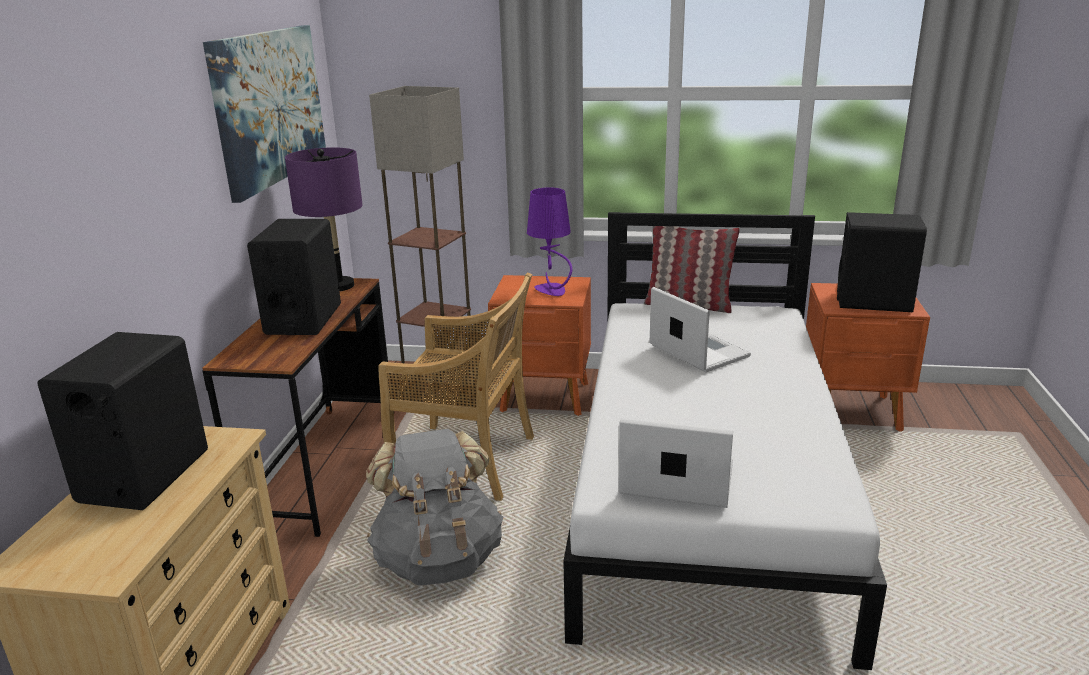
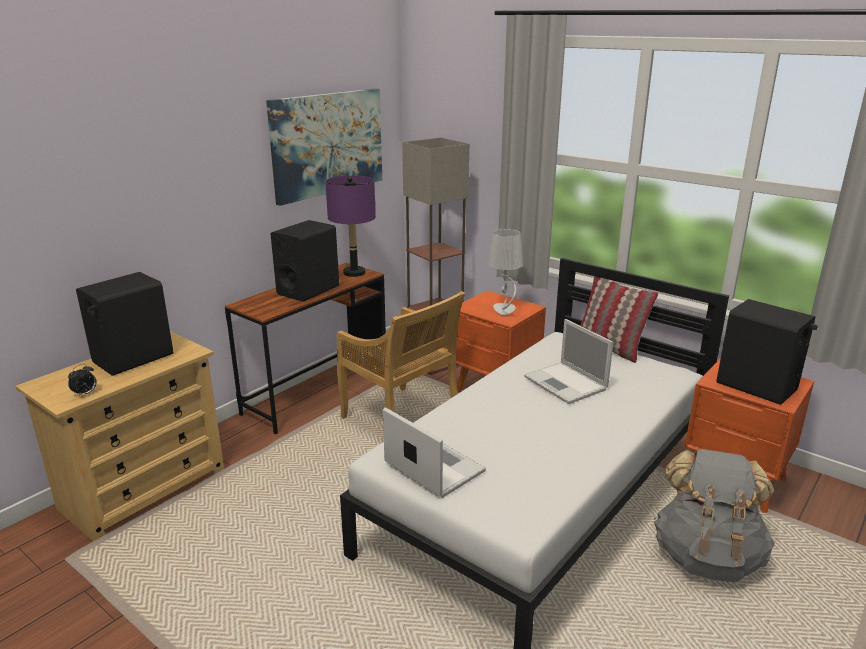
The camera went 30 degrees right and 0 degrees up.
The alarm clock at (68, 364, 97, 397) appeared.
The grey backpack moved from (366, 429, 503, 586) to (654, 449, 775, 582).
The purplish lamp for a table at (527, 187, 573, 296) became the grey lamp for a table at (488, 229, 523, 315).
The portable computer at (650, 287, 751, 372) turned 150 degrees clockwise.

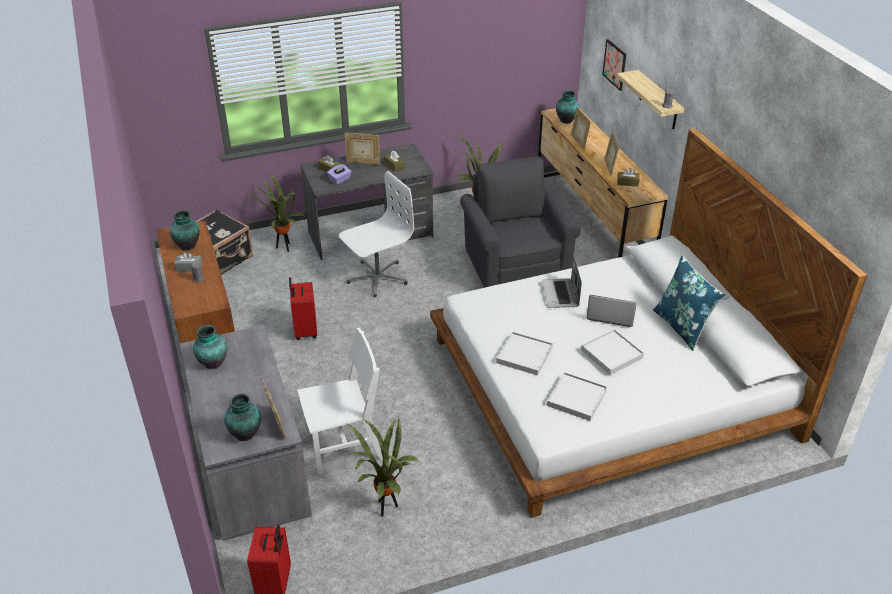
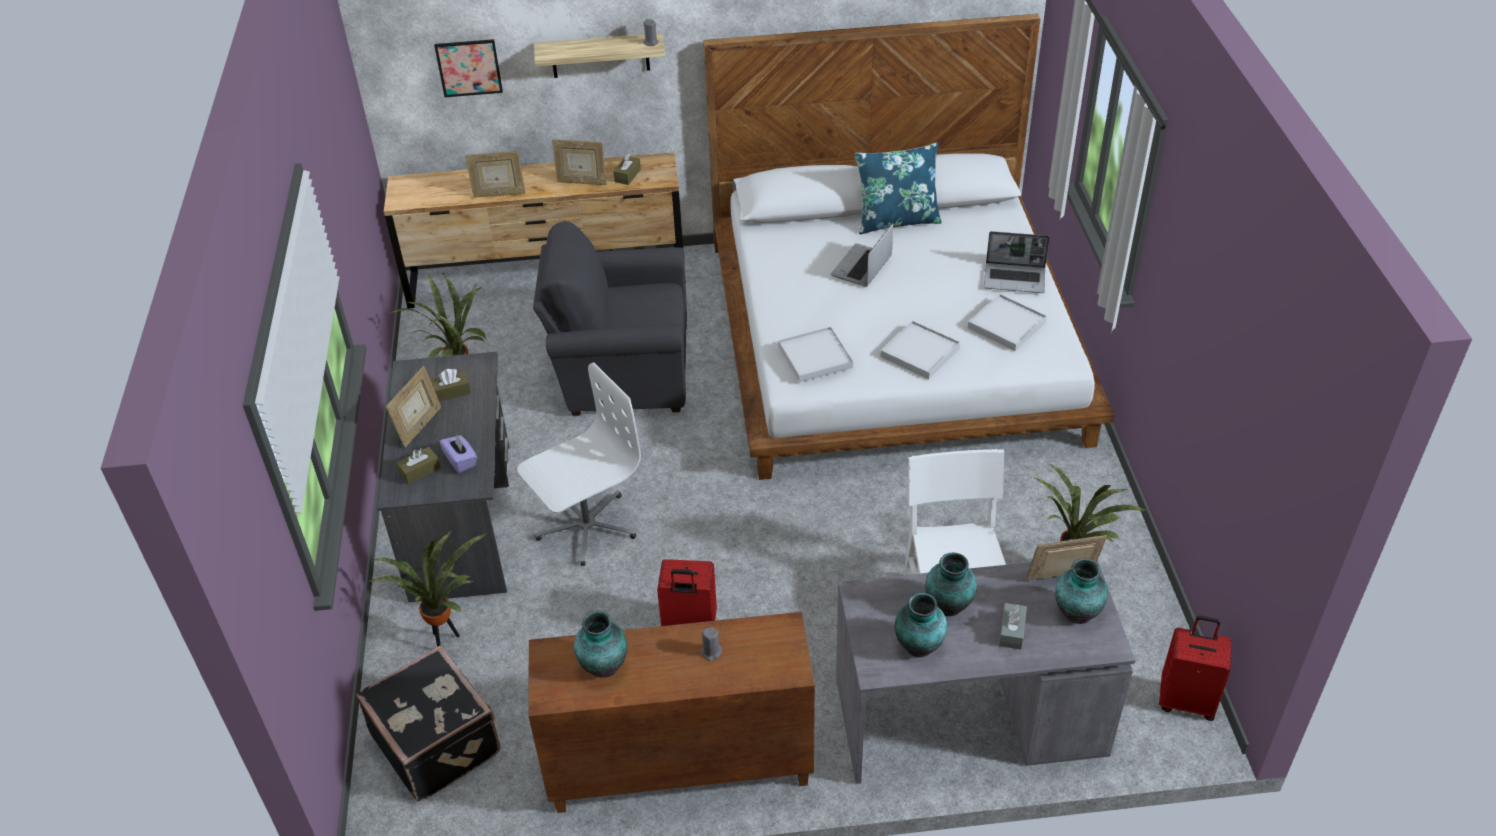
The camera went 75 degrees left and 5 degrees up.
The grey tissue holder moved from (174, 252, 202, 272) to (999, 603, 1027, 650).
The portable computer moved from (542, 256, 582, 308) to (984, 231, 1050, 293).
The vase moved from (556, 90, 579, 124) to (925, 552, 977, 616).
The whitish serving tray moved from (581, 329, 644, 375) to (778, 327, 853, 382).
The whitish computer chair at (339, 171, 414, 297) turned 75 degrees clockwise.

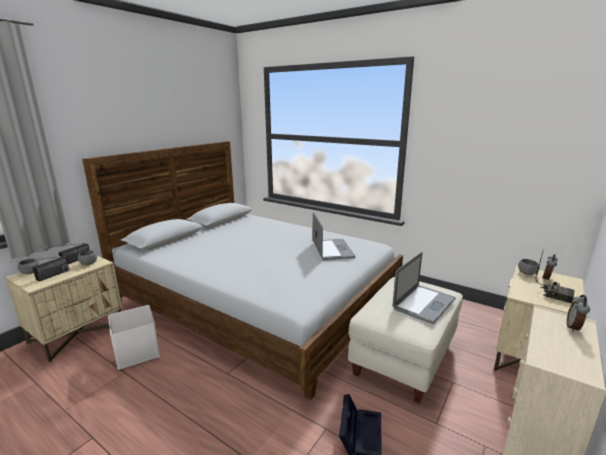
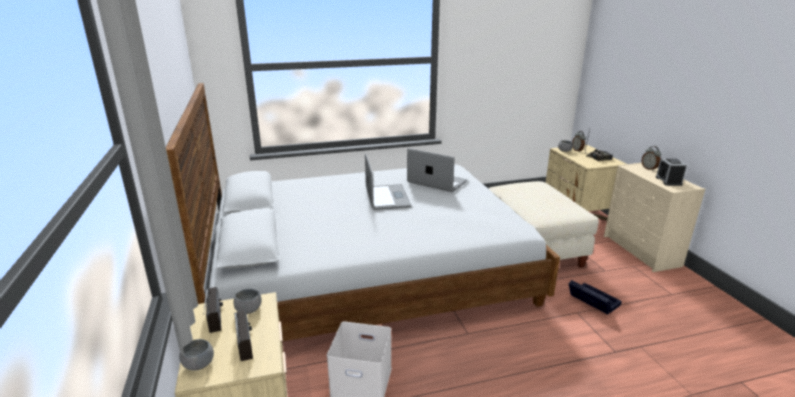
The camera went 50 degrees left and 5 degrees up.
The alarm clock at (656, 158, 687, 186) appeared.
The portable computer moved from (393, 252, 456, 324) to (365, 153, 411, 210).

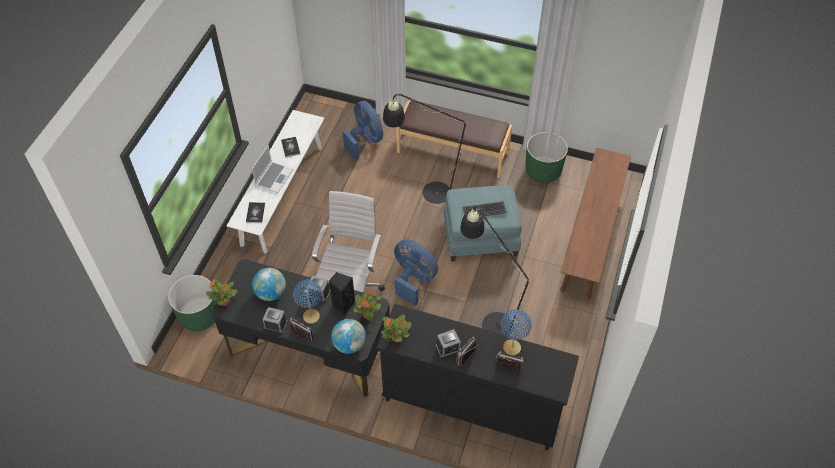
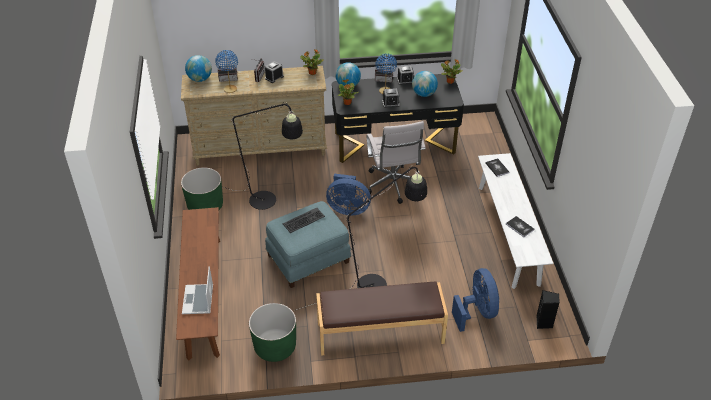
The camera went 155 degrees right and 10 degrees down.
The desk globe at (185, 55, 212, 82) appeared.
The greenish plant pot moved from (168, 275, 217, 331) to (181, 167, 223, 210).
The portable computer moved from (252, 145, 293, 193) to (182, 266, 213, 314).
The blackish audio speaker moved from (329, 272, 355, 316) to (537, 290, 560, 329).
The blackish chest of drawers at (377, 304, 579, 450) became the beige-coloured chest of drawers at (181, 66, 327, 165).
The blue fan at (342, 101, 383, 160) turned 135 degrees counterclockwise.

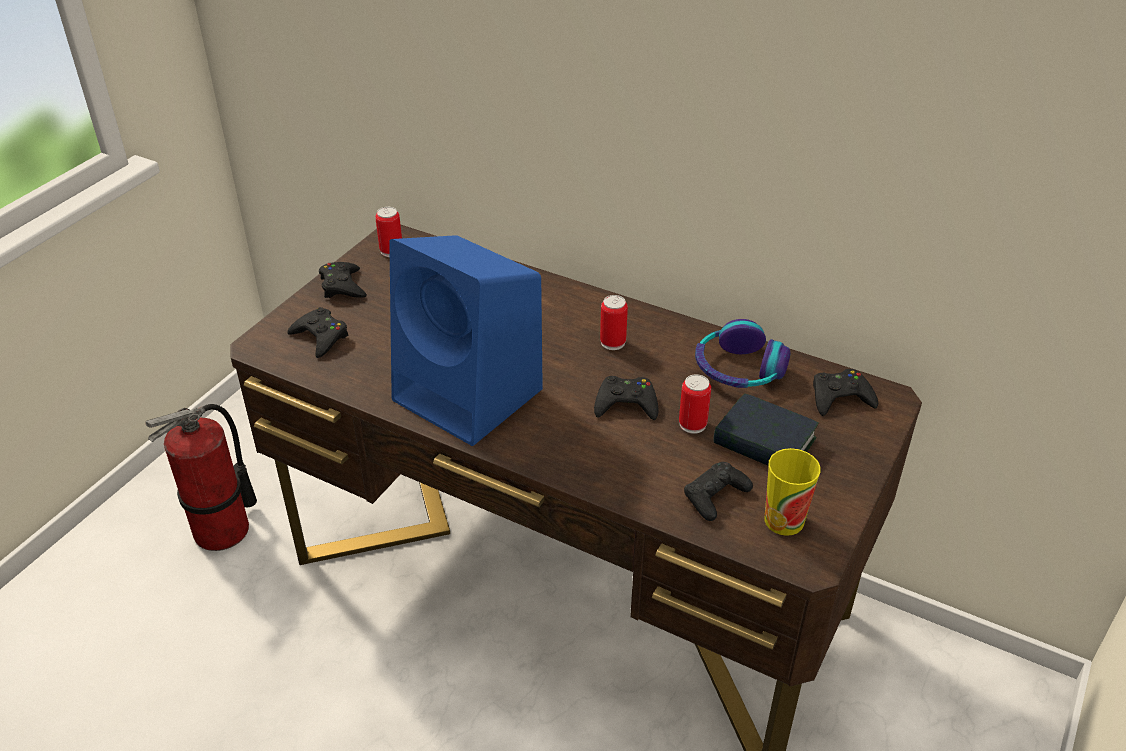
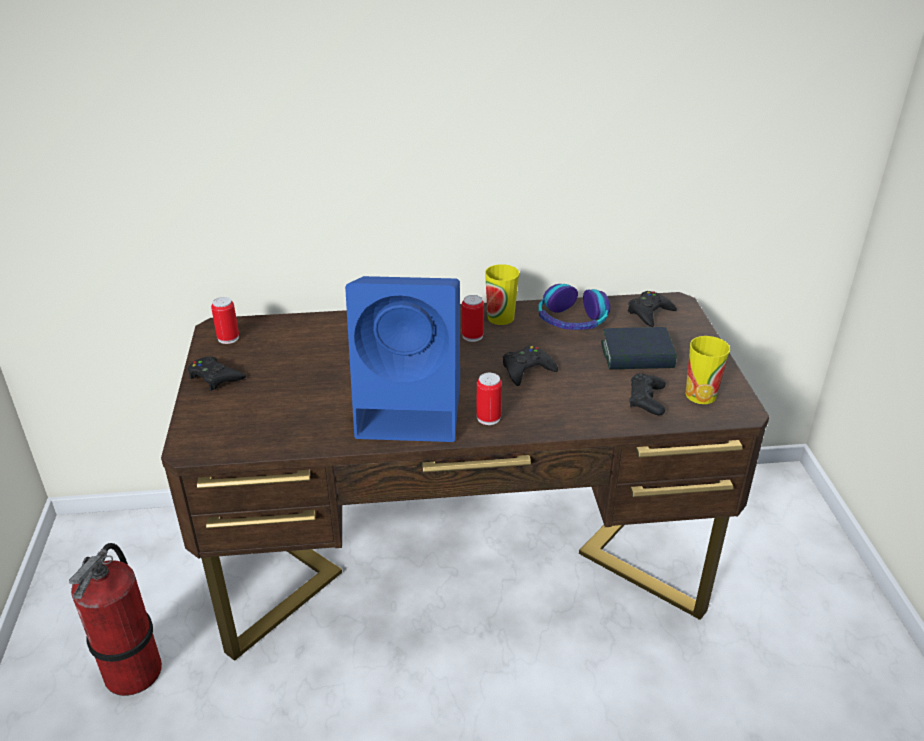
The camera went 35 degrees left and 5 degrees down.
The blackish game controller at (287, 307, 349, 358) disappeared.
The cup at (485, 264, 519, 325) appeared.
The sealed can moved from (679, 374, 711, 434) to (476, 373, 502, 425).

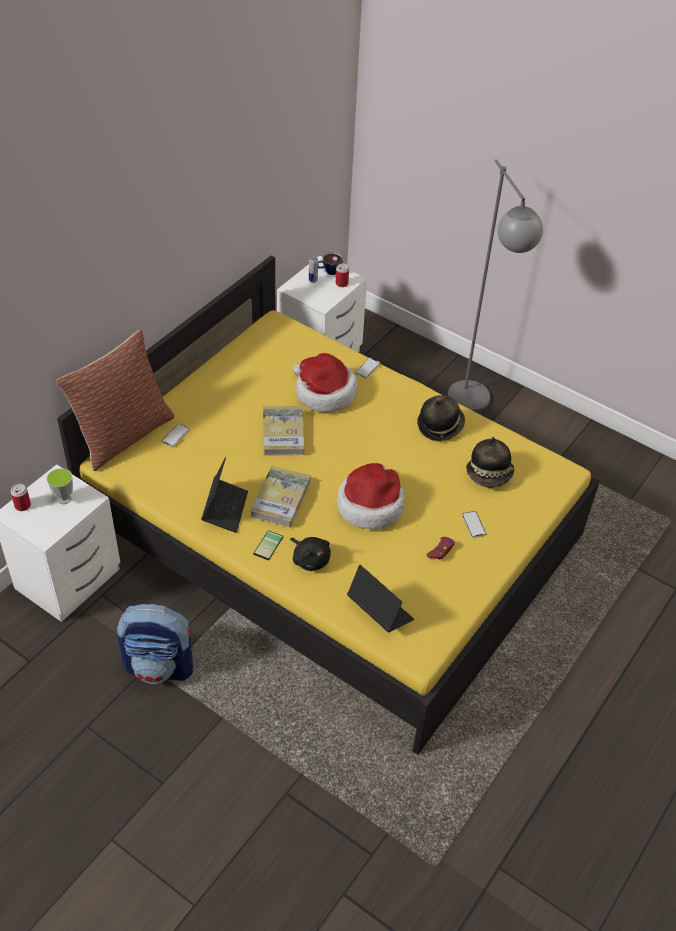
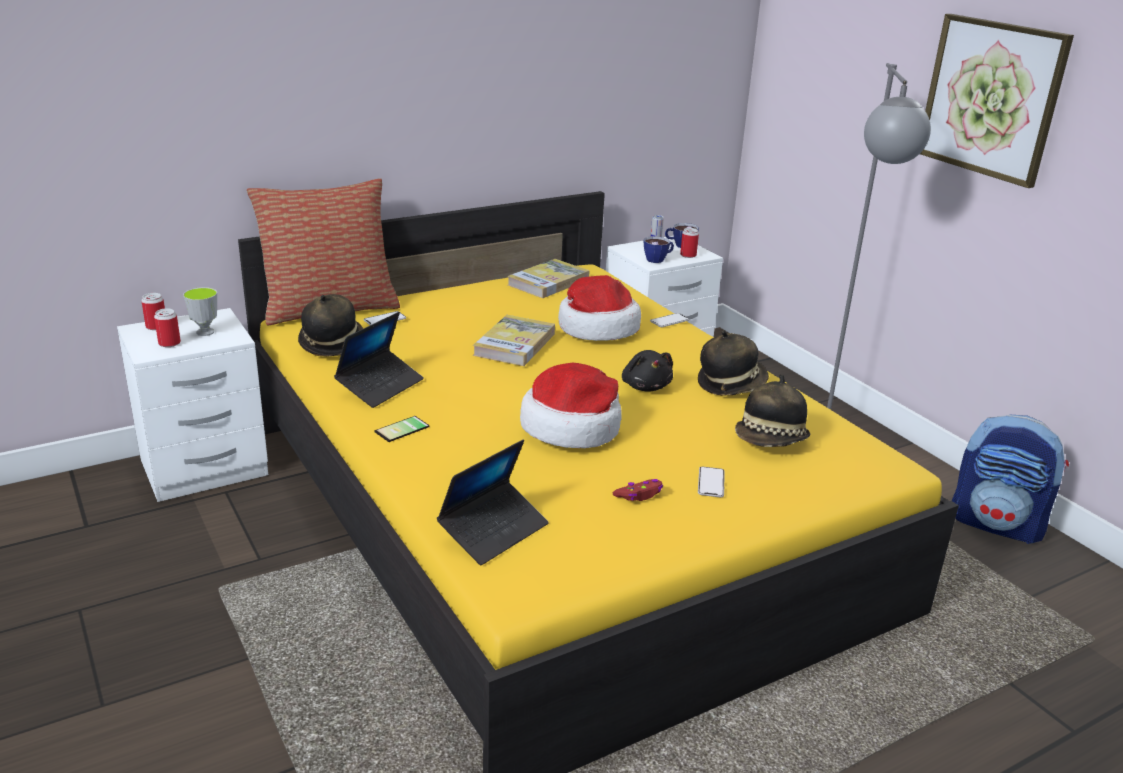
The camera went 25 degrees right and 20 degrees down.
The sealed can at (154, 308, 181, 347) appeared.
The clothing hat at (298, 294, 363, 356) appeared.
The cup at (644, 236, 674, 263) appeared.
The picture at (920, 14, 1074, 188) appeared.
The backpack moved from (117, 603, 193, 684) to (952, 415, 1069, 544).
The book moved from (250, 466, 311, 527) to (508, 259, 590, 298).
The blackish cuddly toy moved from (290, 537, 331, 571) to (622, 350, 673, 392).
The portable computer at (347, 565, 414, 633) turned 60 degrees clockwise.

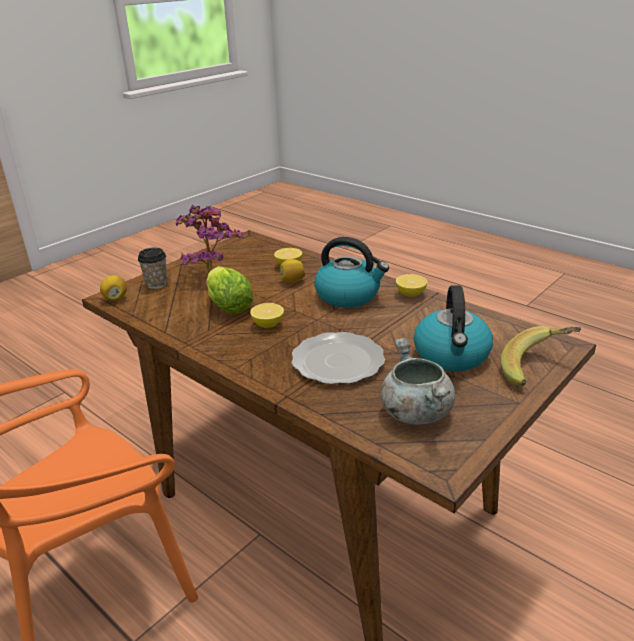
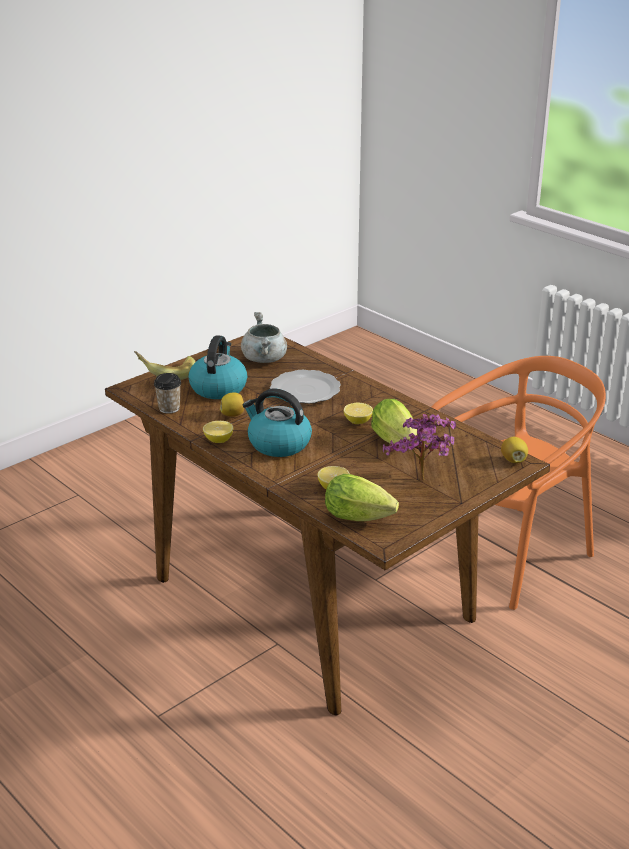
The camera went 175 degrees left and 0 degrees up.
The lettuce at (325, 474, 399, 521) appeared.
The cup moved from (138, 248, 167, 289) to (154, 373, 181, 414).
The lemon moved from (280, 259, 305, 283) to (220, 392, 244, 417).

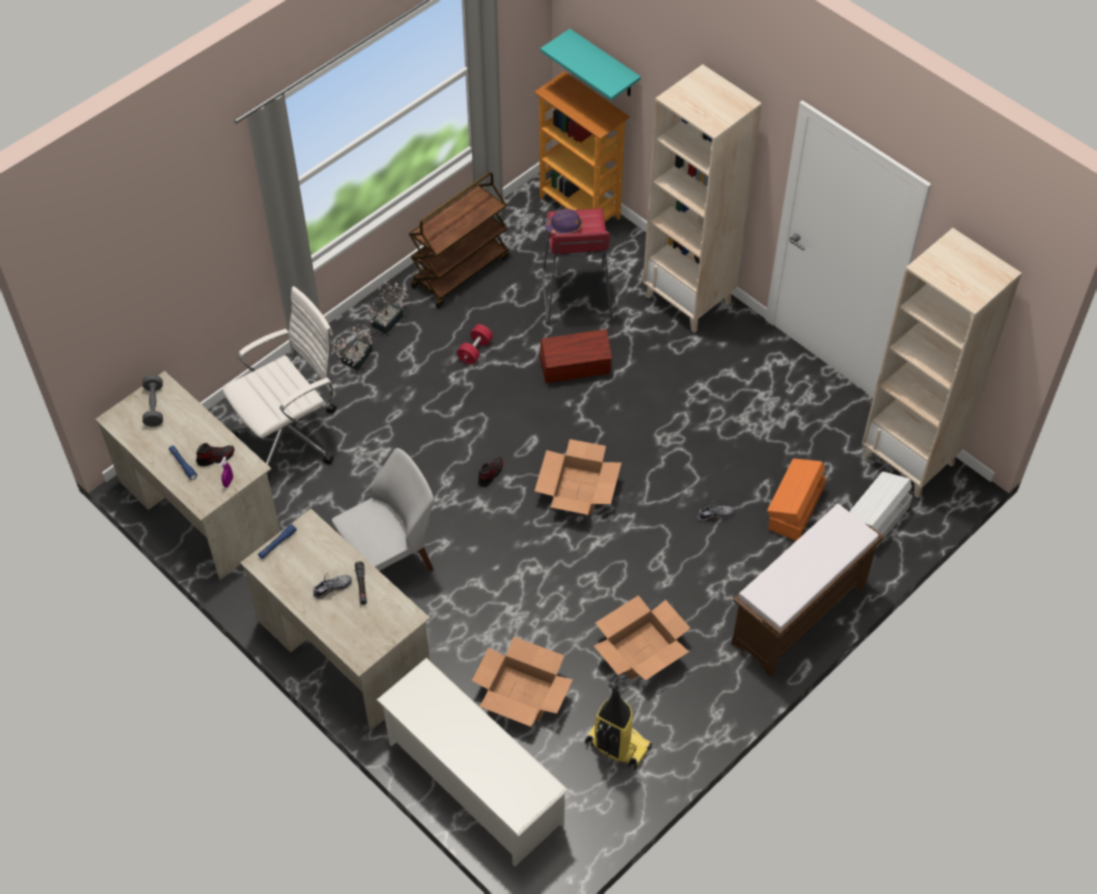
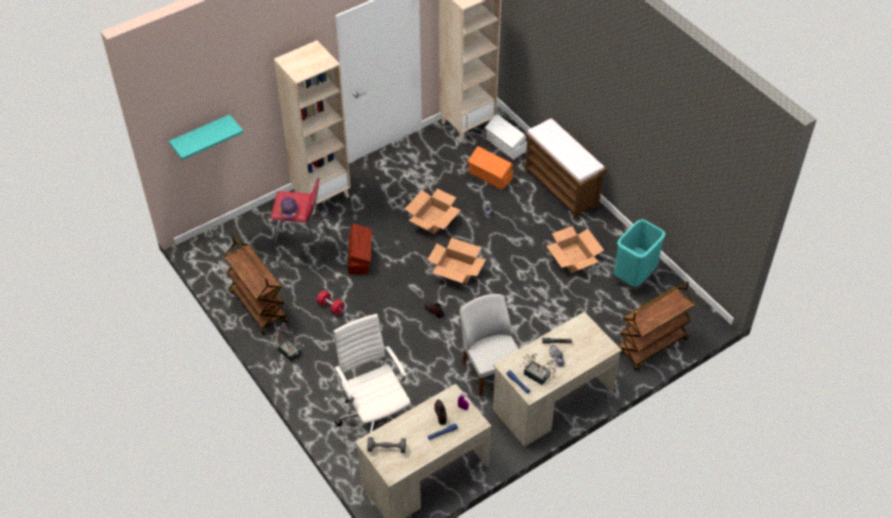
The camera went 80 degrees left and 5 degrees down.
The bookshelf at (535, 71, 630, 222) disappeared.
The houseplant moved from (332, 324, 373, 370) to (520, 353, 559, 385).
The cardboard box moved from (472, 637, 573, 727) to (405, 189, 461, 234).
The whitish shoe shelf at (377, 658, 569, 866) was replaced by the brown-coloured trolley at (618, 281, 695, 371).
The hoover at (585, 683, 652, 770) was replaced by the turquoise-coloured rubbish bin at (613, 219, 666, 290).

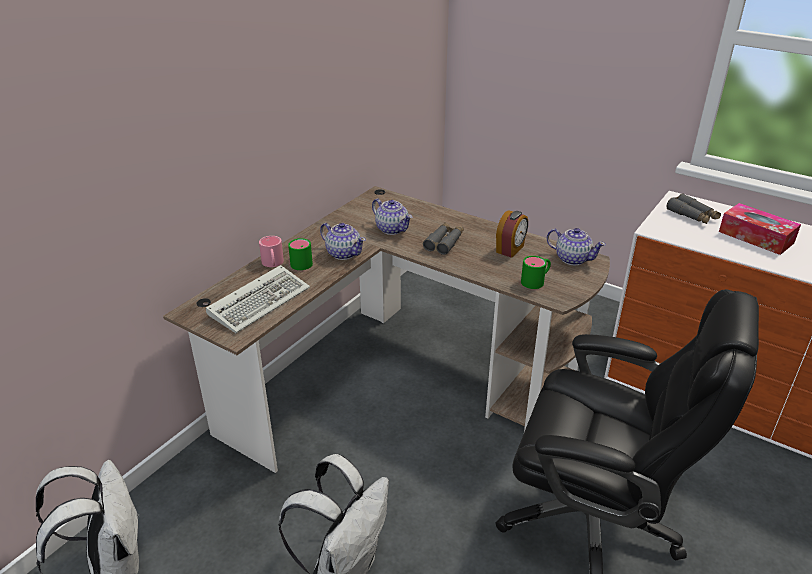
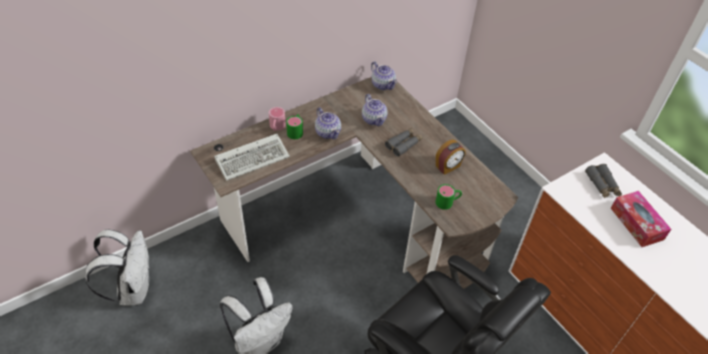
The camera went 20 degrees right and 15 degrees up.
The pot for tea moved from (546, 228, 606, 265) to (371, 62, 397, 90).

